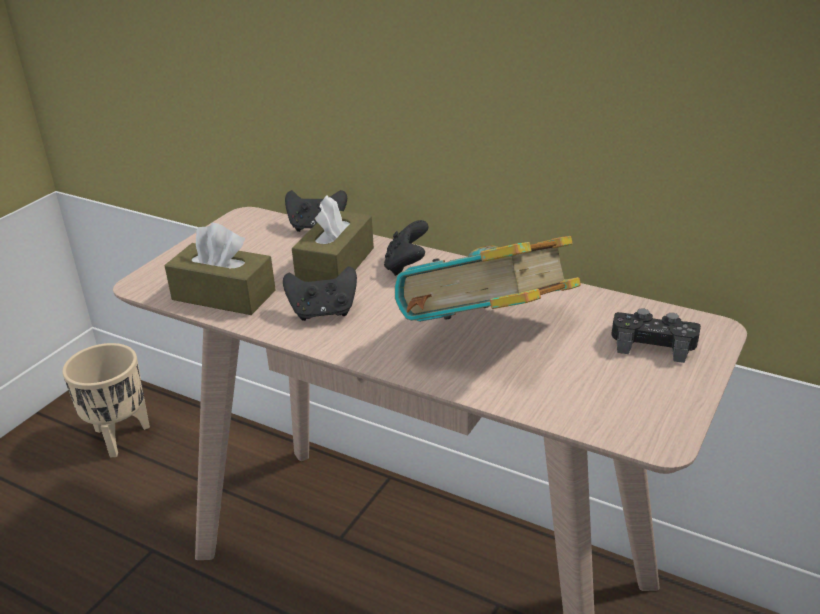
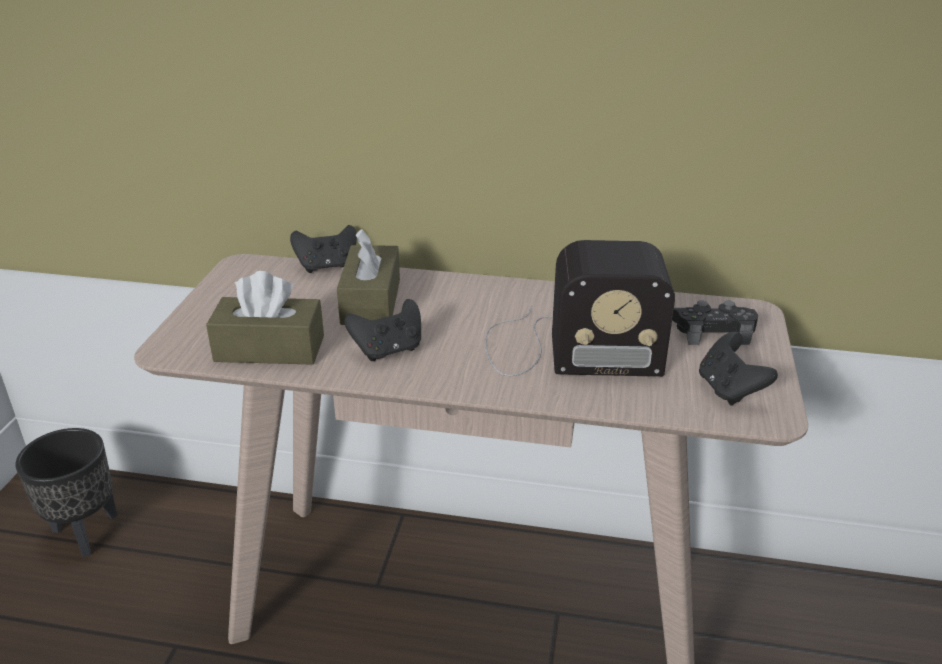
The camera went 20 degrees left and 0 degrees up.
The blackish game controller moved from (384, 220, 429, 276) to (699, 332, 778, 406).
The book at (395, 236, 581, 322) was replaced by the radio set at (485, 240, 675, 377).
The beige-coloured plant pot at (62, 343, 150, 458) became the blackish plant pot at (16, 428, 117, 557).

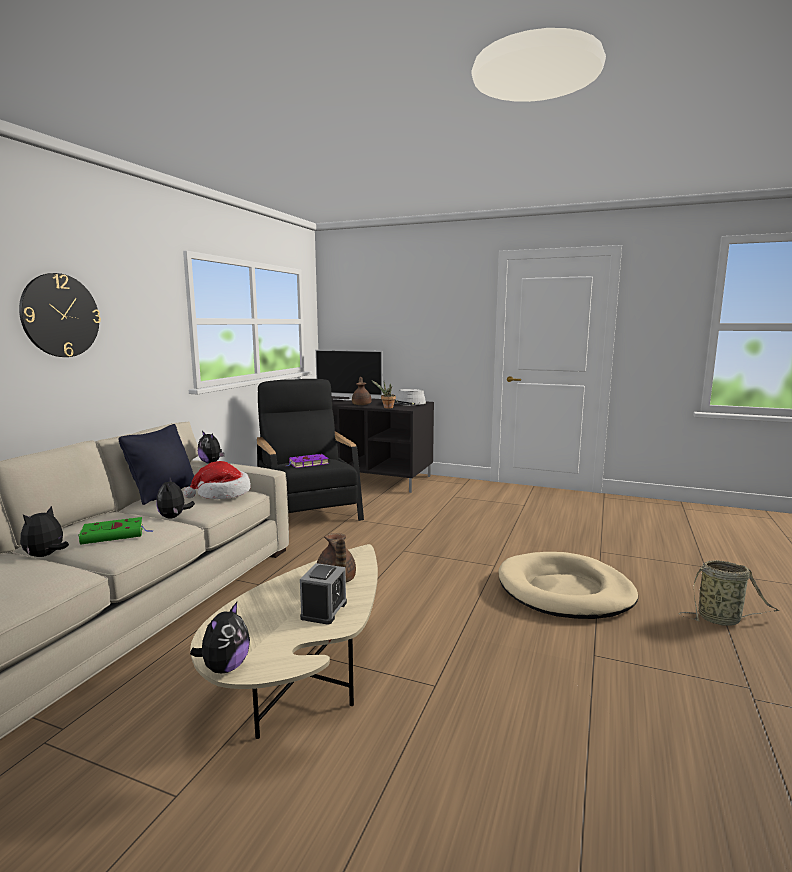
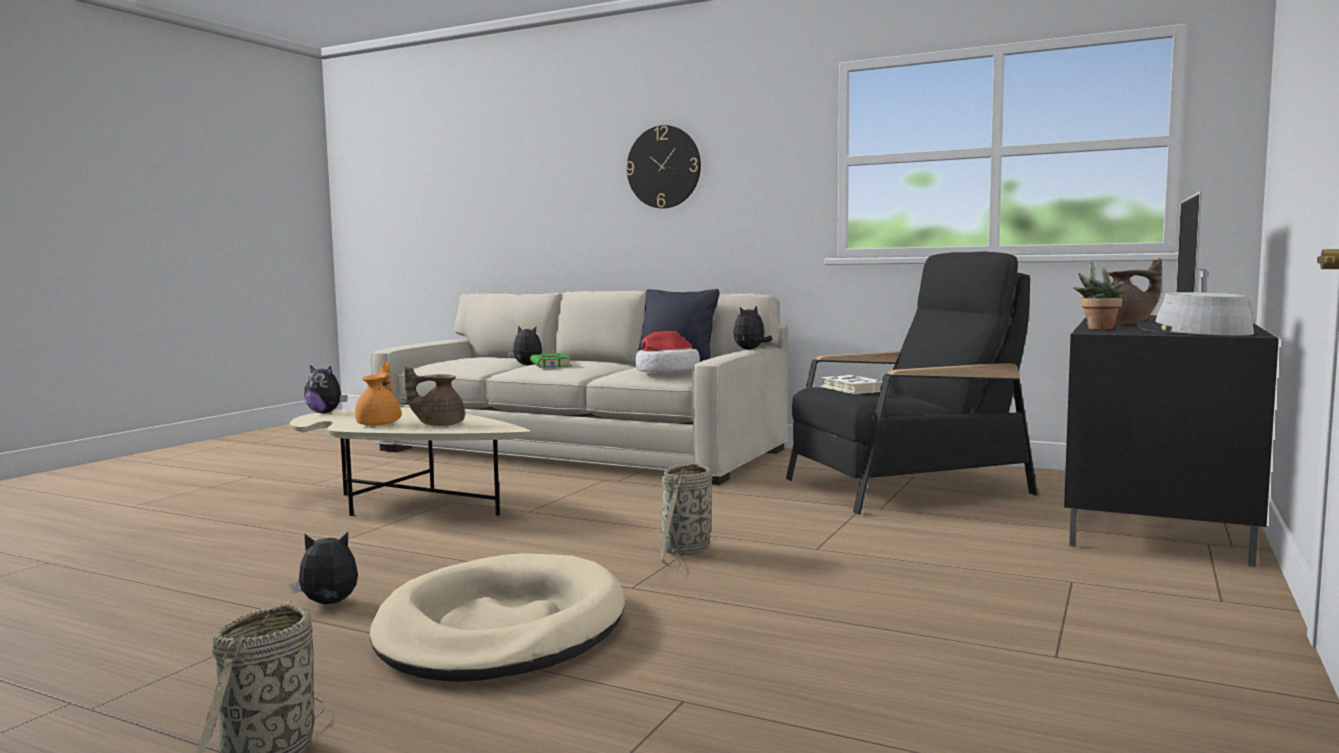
The camera went 95 degrees right and 5 degrees down.
The storage basket at (659, 462, 712, 569) appeared.
The cuddly toy moved from (156, 477, 195, 519) to (290, 532, 358, 604).
The alarm clock at (300, 563, 347, 625) was replaced by the orangey pot for tea at (355, 362, 401, 426).
The purplish book at (285, 454, 329, 468) became the whitish book at (821, 375, 882, 394).

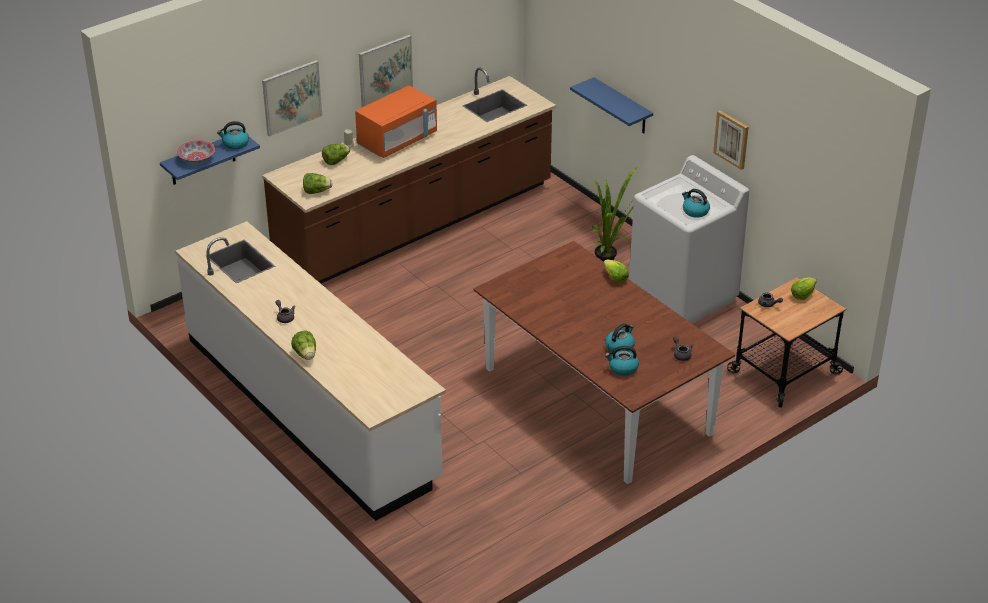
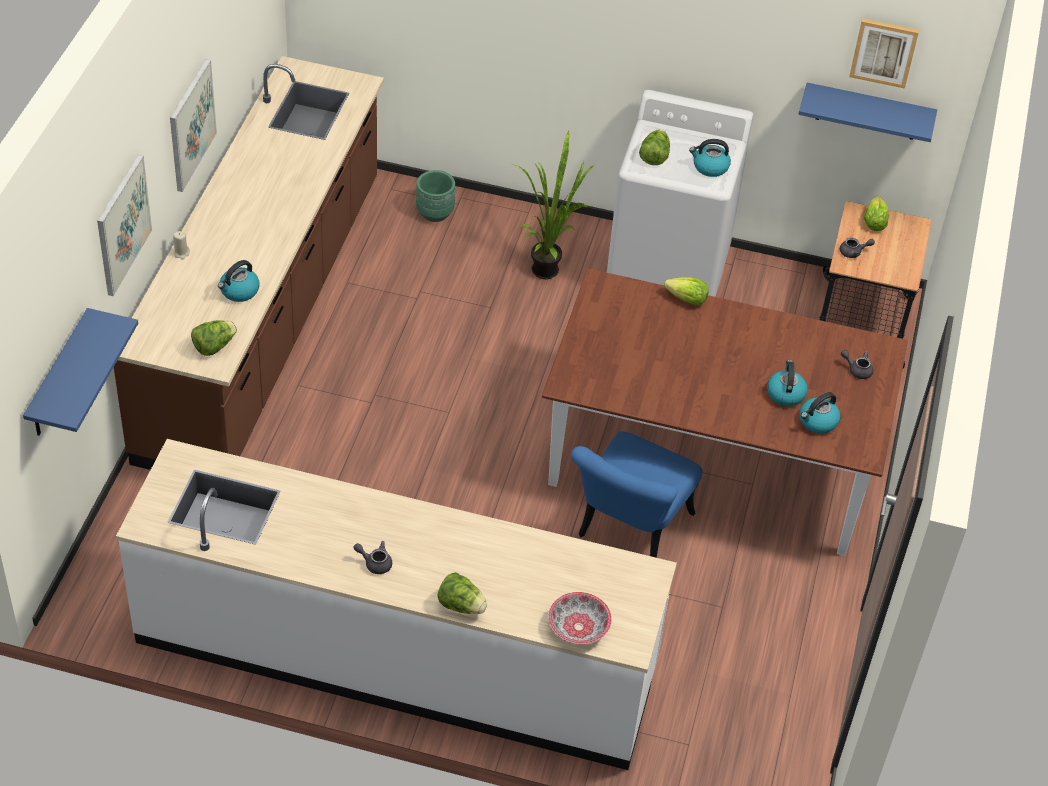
The camera went 40 degrees left and 10 degrees up.
The orangey microwave at (355, 85, 437, 158) disappeared.
The greenish plant pot at (416, 170, 455, 222) appeared.
The blue upright chair at (570, 431, 703, 558) appeared.
The bowl moved from (177, 140, 215, 163) to (548, 592, 612, 644).
The water kettle moved from (217, 121, 249, 150) to (218, 260, 260, 302).
The lettuce moved from (322, 143, 350, 165) to (639, 129, 670, 165).
The blue wall shelf moved from (570, 77, 653, 134) to (798, 83, 937, 142).
The picture moved from (713, 110, 749, 170) to (849, 18, 919, 89).

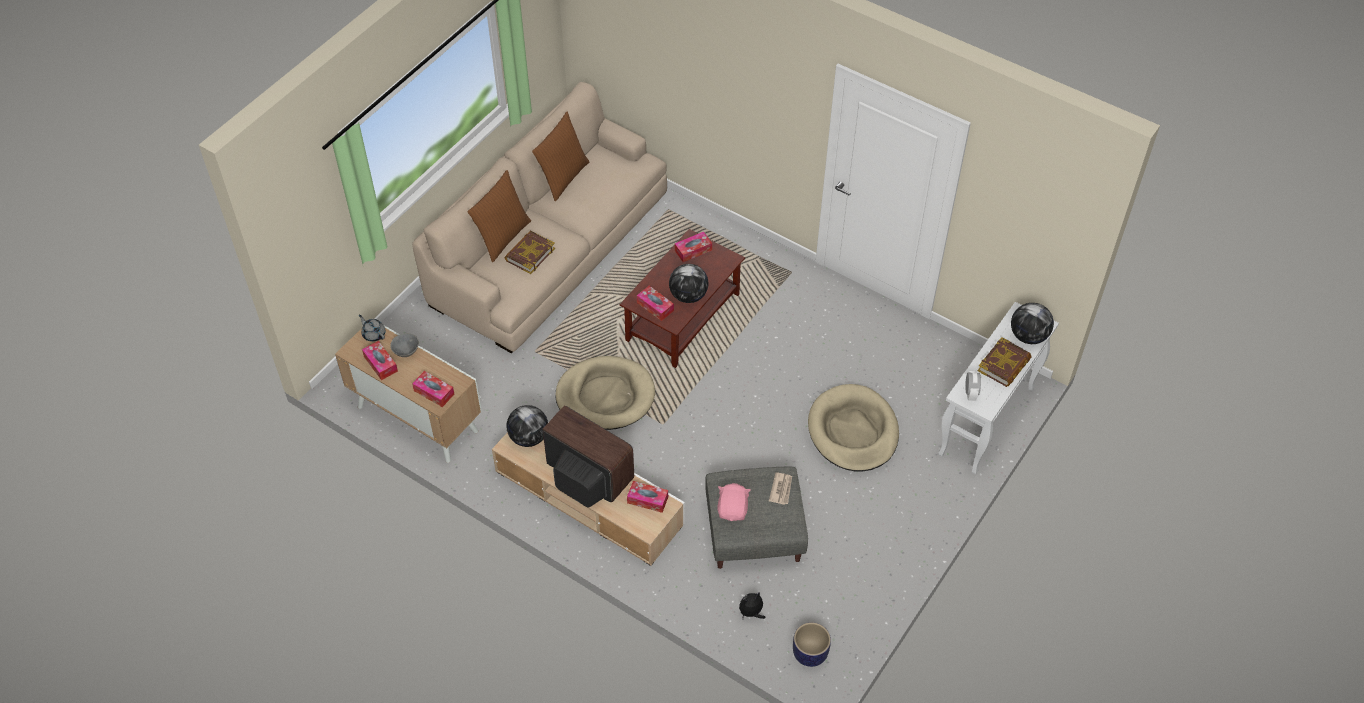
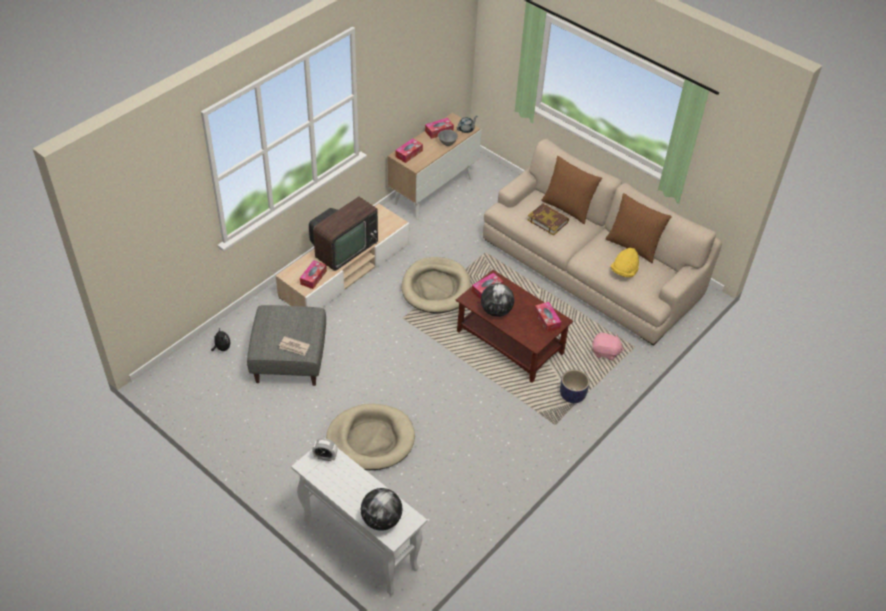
The camera went 95 degrees right and 5 degrees down.
The desk globe at (506, 405, 548, 447) disappeared.
The book at (977, 337, 1032, 387) disappeared.
The yellow-coloured clothing hat at (611, 248, 639, 277) appeared.
The pink-coloured cuddly toy moved from (717, 483, 751, 521) to (592, 333, 624, 360).
The plant pot moved from (793, 622, 831, 667) to (560, 370, 590, 403).

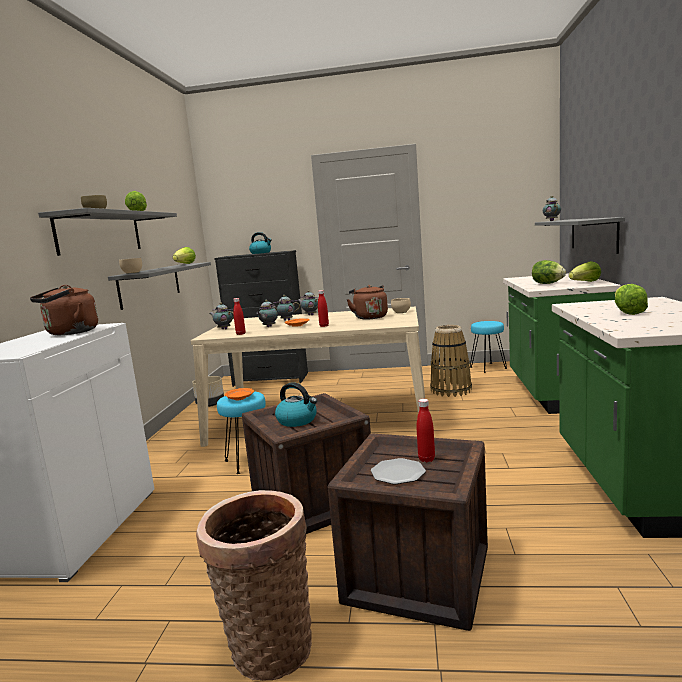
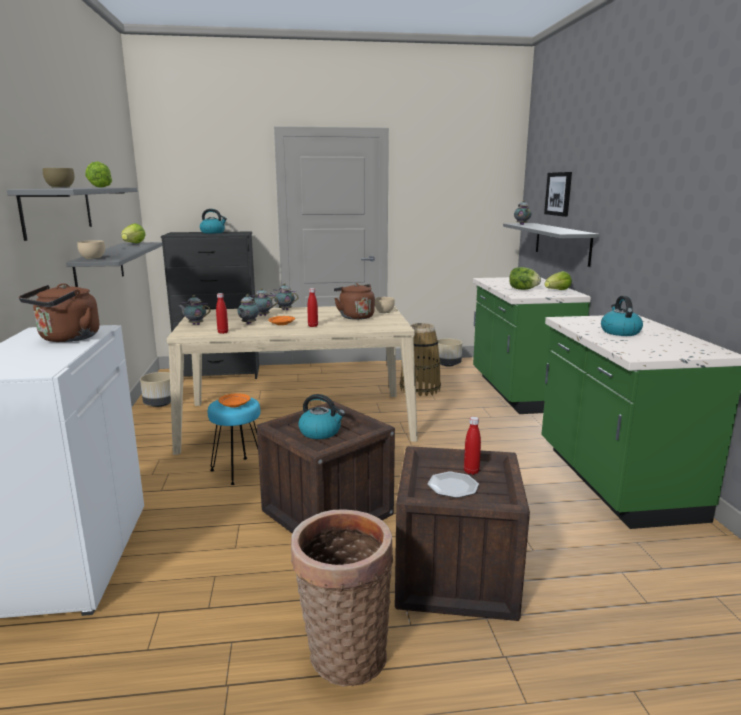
The camera went 15 degrees left and 5 degrees up.
The picture at (544, 172, 572, 217) appeared.
The turquoise-coloured stool seat at (470, 321, 507, 373) was replaced by the beige-coloured plant pot at (438, 338, 462, 367).
The lettuce at (615, 284, 648, 315) was replaced by the water kettle at (601, 296, 643, 336).

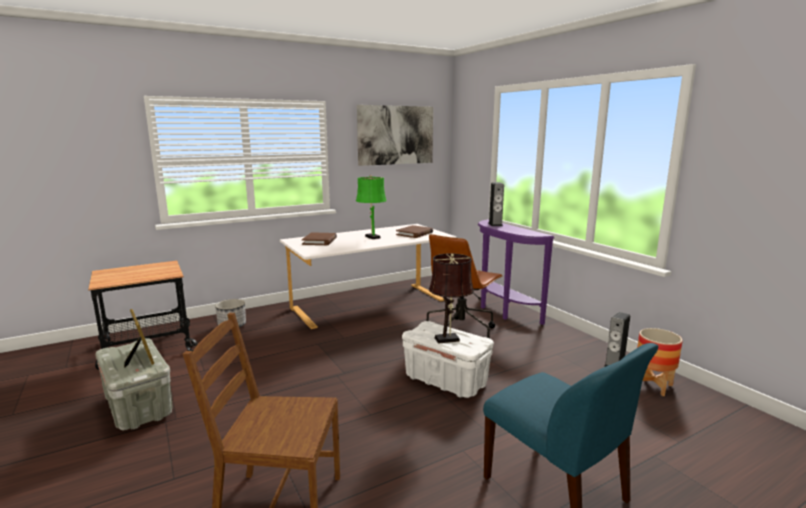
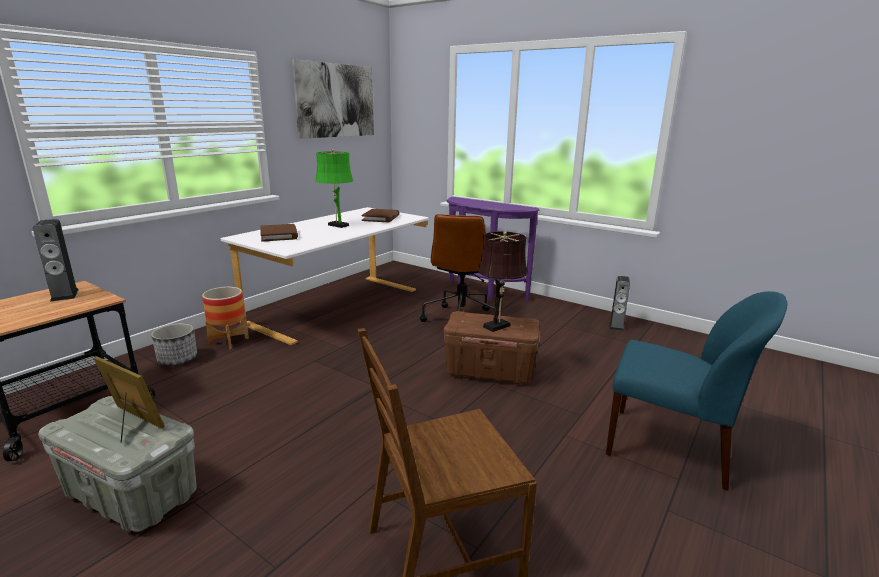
The camera went 25 degrees left and 5 degrees up.
The audio speaker moved from (489, 182, 504, 226) to (33, 219, 79, 302).
The plant pot moved from (637, 328, 683, 396) to (202, 287, 249, 349).
The whitish storage container at (402, 321, 494, 398) became the brown-coloured storage container at (443, 311, 541, 385).

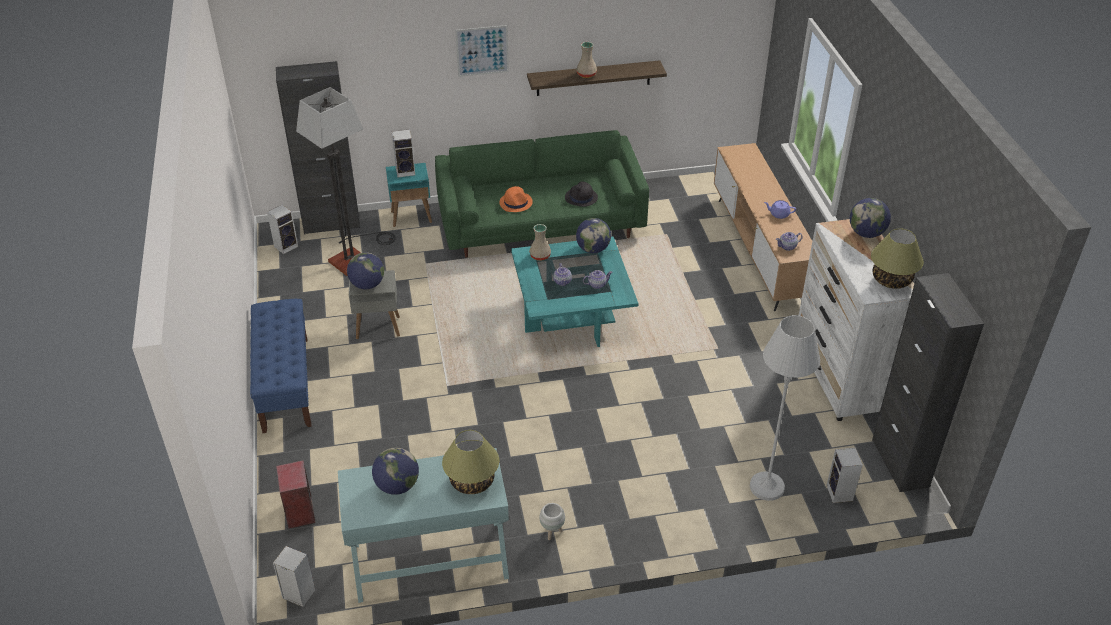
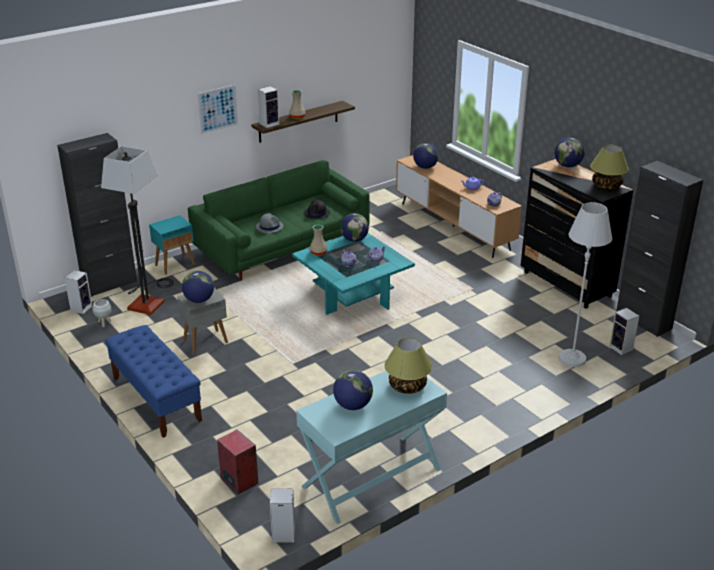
The camera went 25 degrees left and 10 degrees down.
The desk globe at (413, 143, 439, 169) appeared.
The audio speaker moved from (392, 129, 415, 177) to (258, 86, 279, 128).
The whitish plant pot moved from (539, 503, 565, 540) to (93, 299, 111, 327).
The orangey clothing hat at (499, 186, 533, 212) became the grey clothing hat at (256, 213, 283, 234).
The whitish chest of drawers at (798, 219, 914, 421) became the blackish chest of drawers at (521, 159, 633, 309).

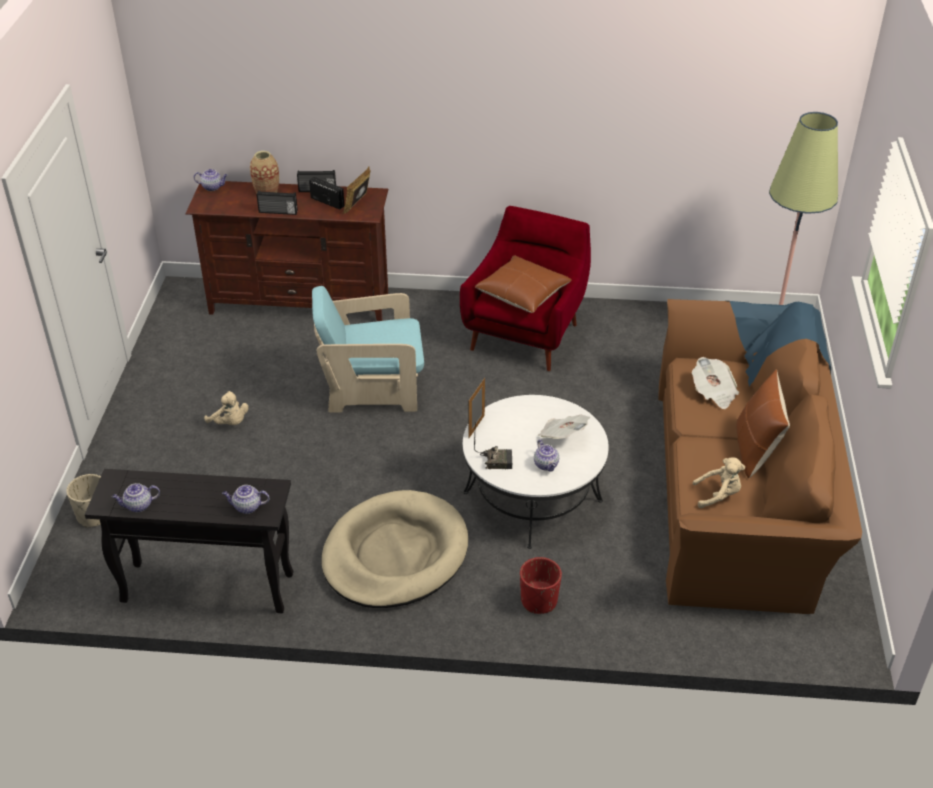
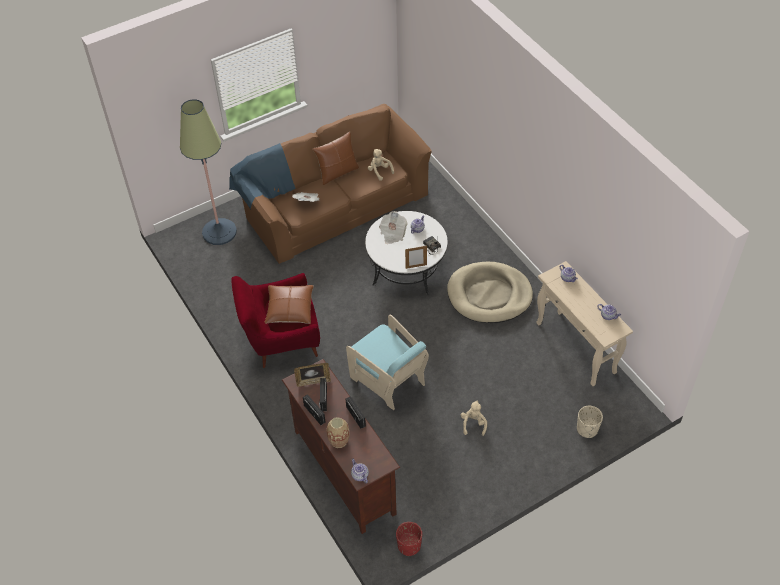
The camera went 125 degrees left and 10 degrees up.
The red plant pot moved from (520, 557, 562, 614) to (396, 522, 422, 556).
The blackish narrow table at (85, 469, 293, 613) became the beige-coloured narrow table at (536, 261, 633, 386).

